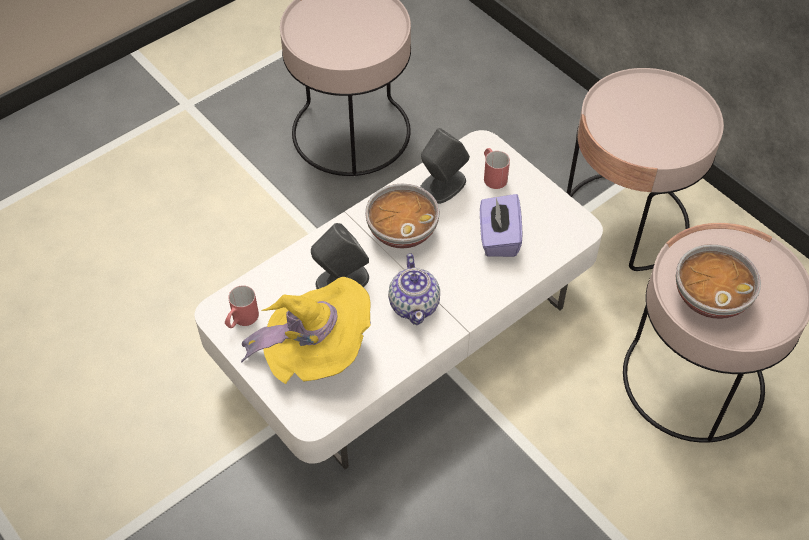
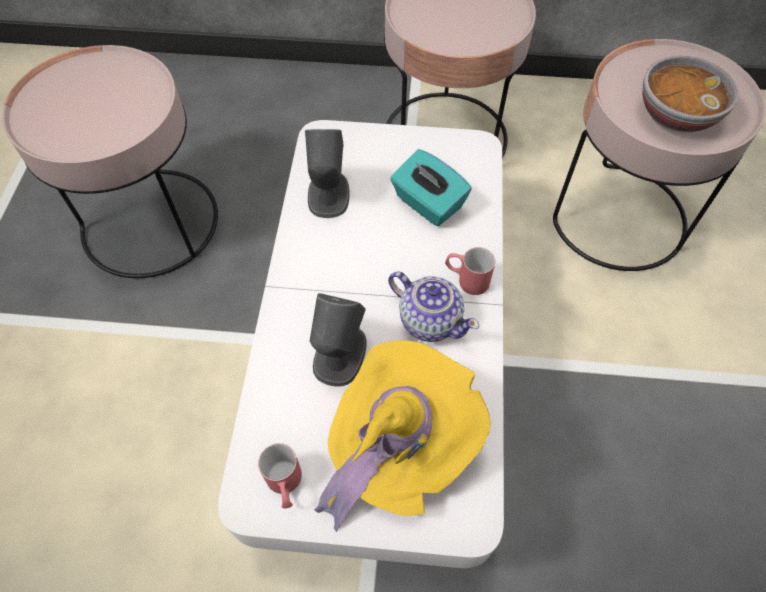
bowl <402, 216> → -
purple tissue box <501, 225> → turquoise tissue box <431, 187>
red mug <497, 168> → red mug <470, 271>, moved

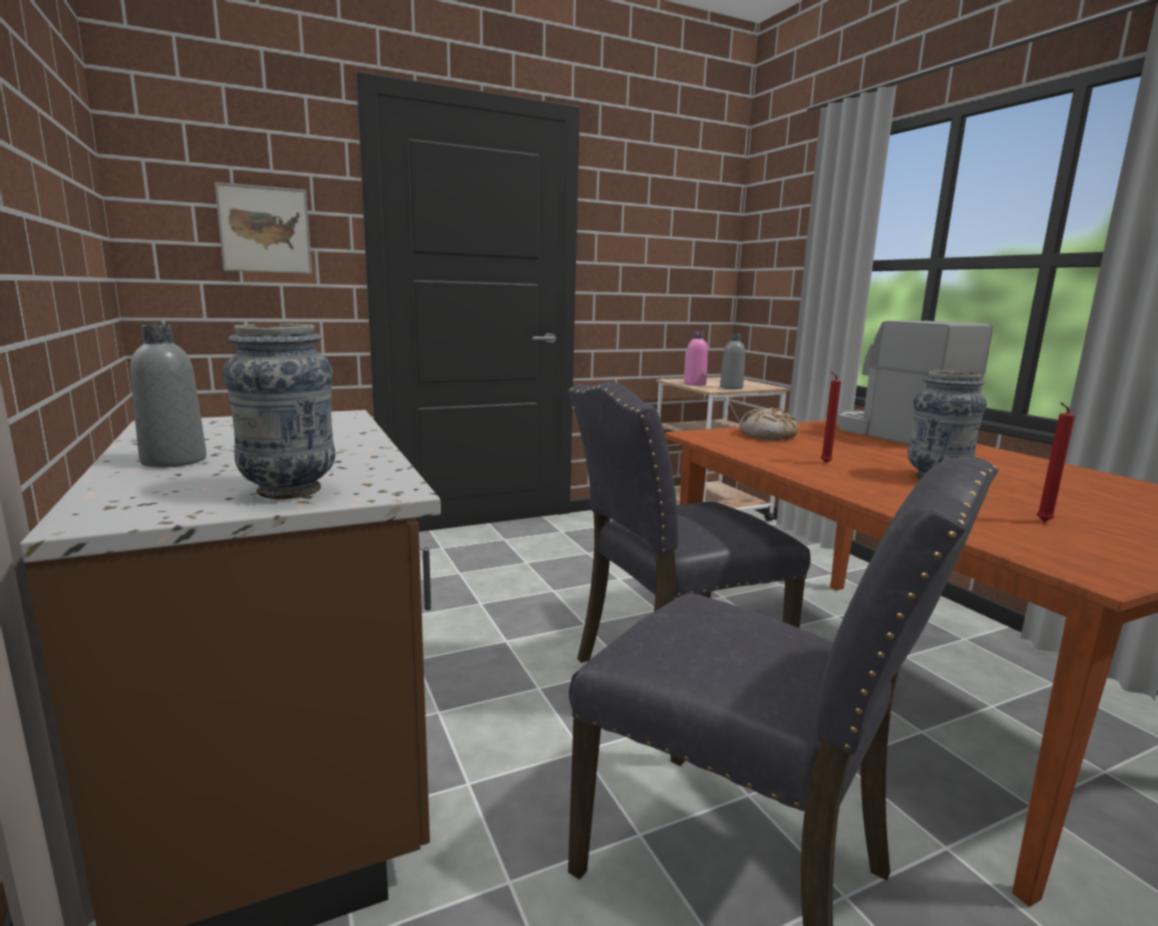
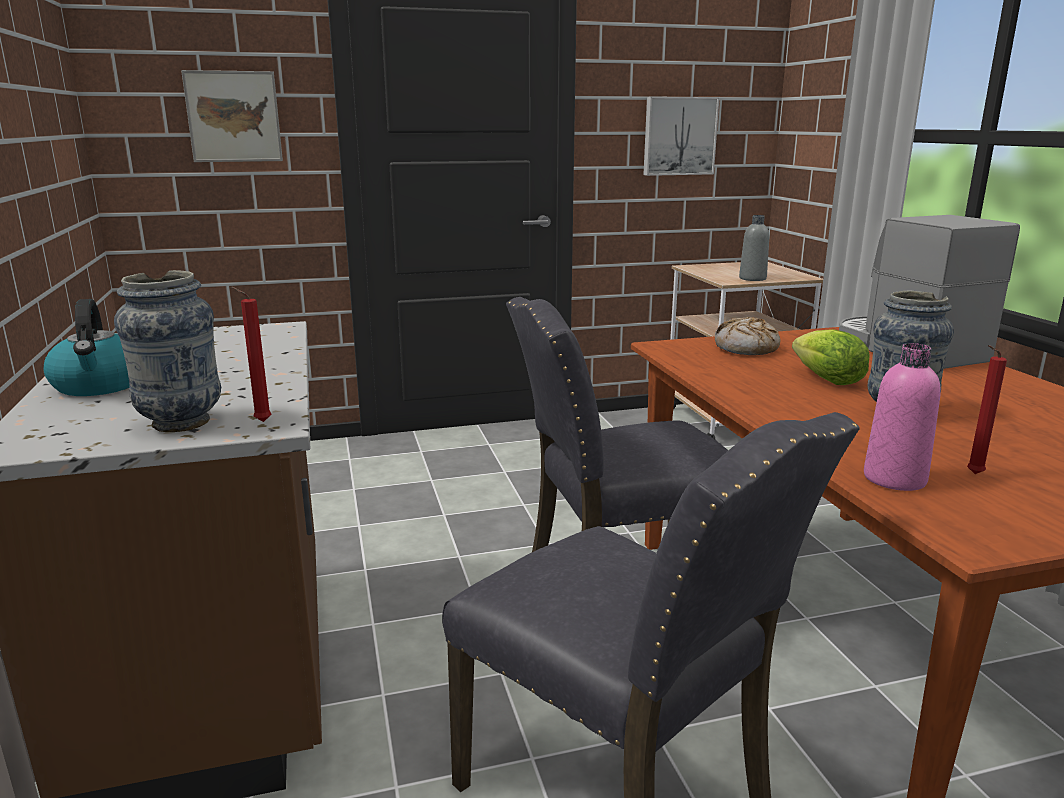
grey bottle <168, 396> → kettle <86, 347>
pink bottle <696, 359> → pink bottle <902, 417>, moved
red candle <831, 417> → red candle <251, 354>, moved
- → picture <681, 136>
- → lettuce <831, 357>

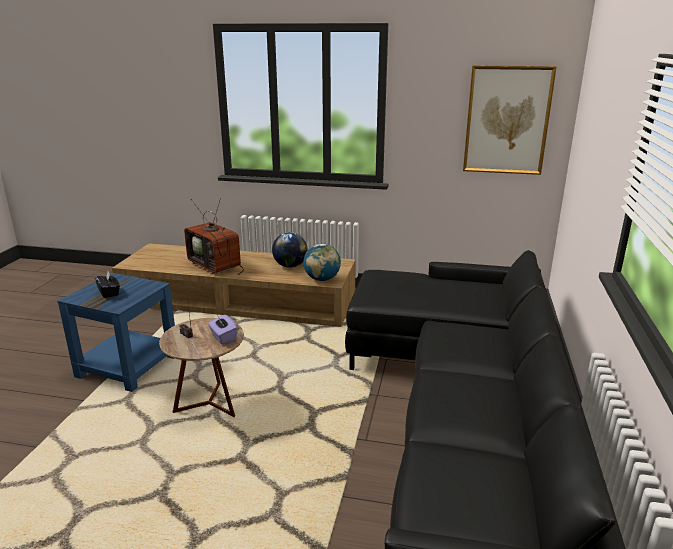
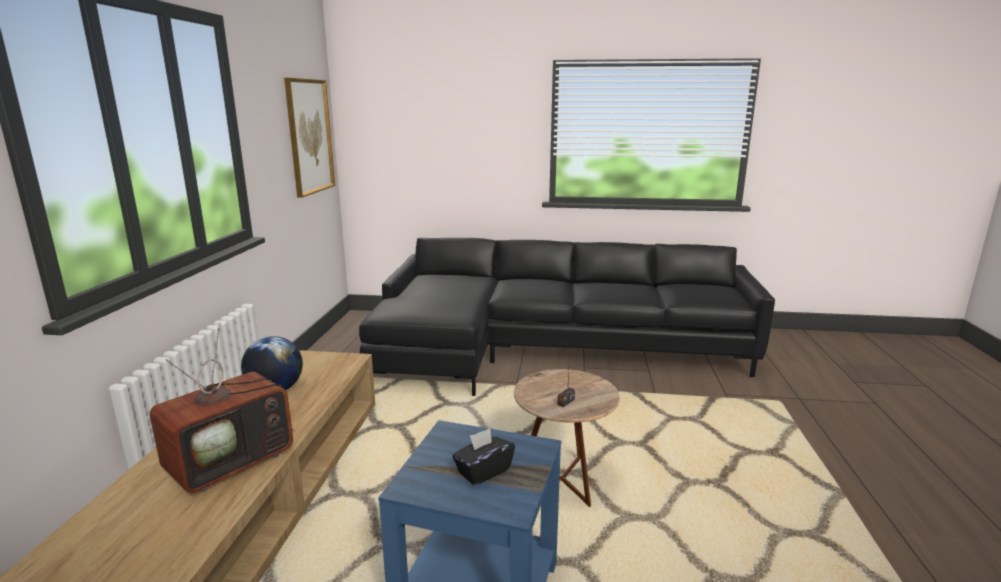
purple tissue box <223, 329> → -
globe <322, 262> → -

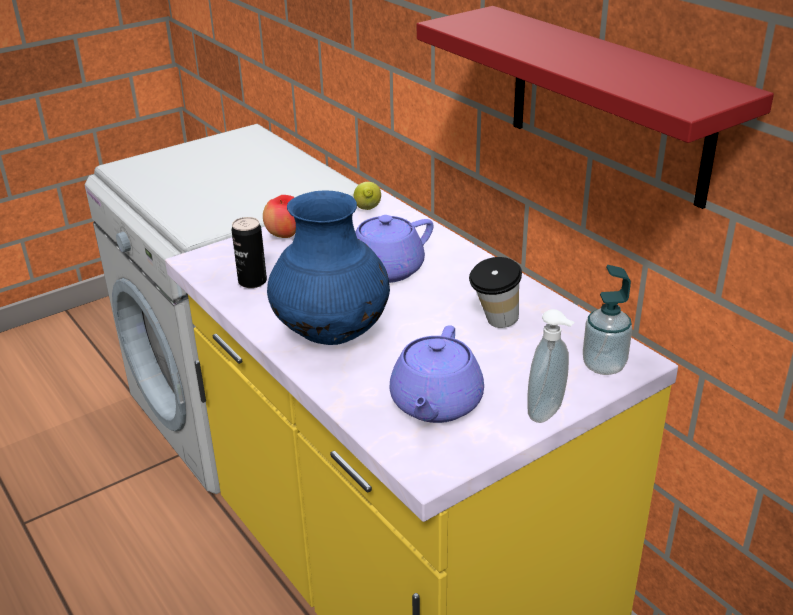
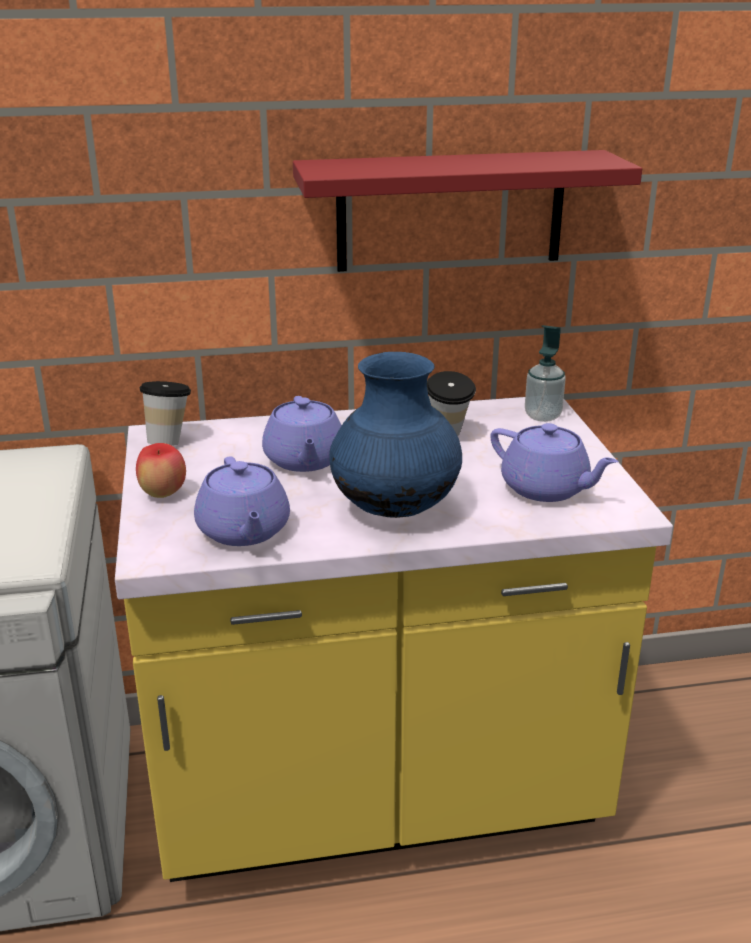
can <249, 252> → purple teapot <242, 501>
lemon <367, 196> → cup <165, 413>
soap dispenser <551, 366> → -

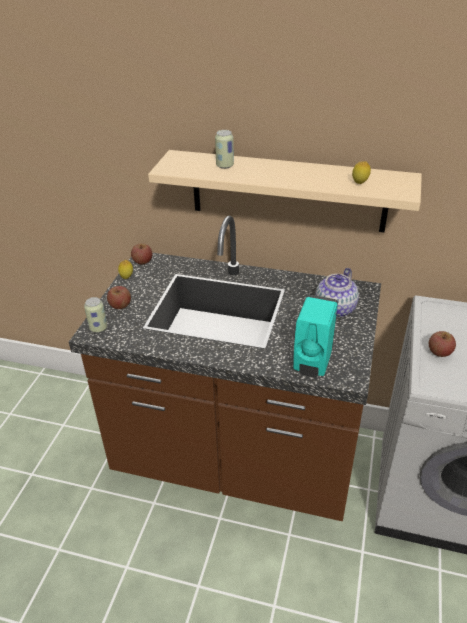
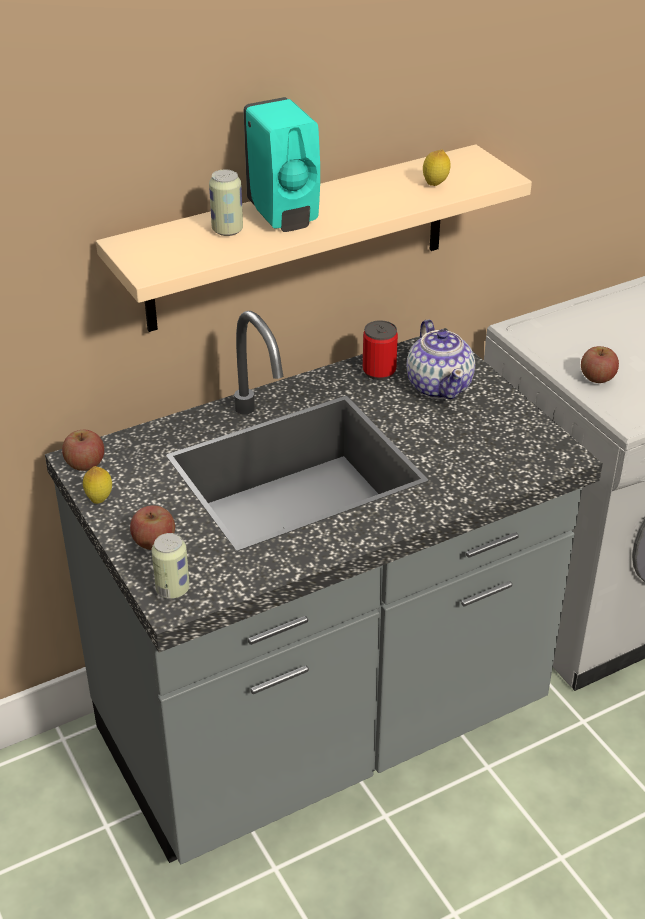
brown counter <225, 368> → grey counter <324, 587>
turquoise soap dispenser <315, 336> → turquoise soap dispenser <282, 164>, moved
- → can <380, 350>

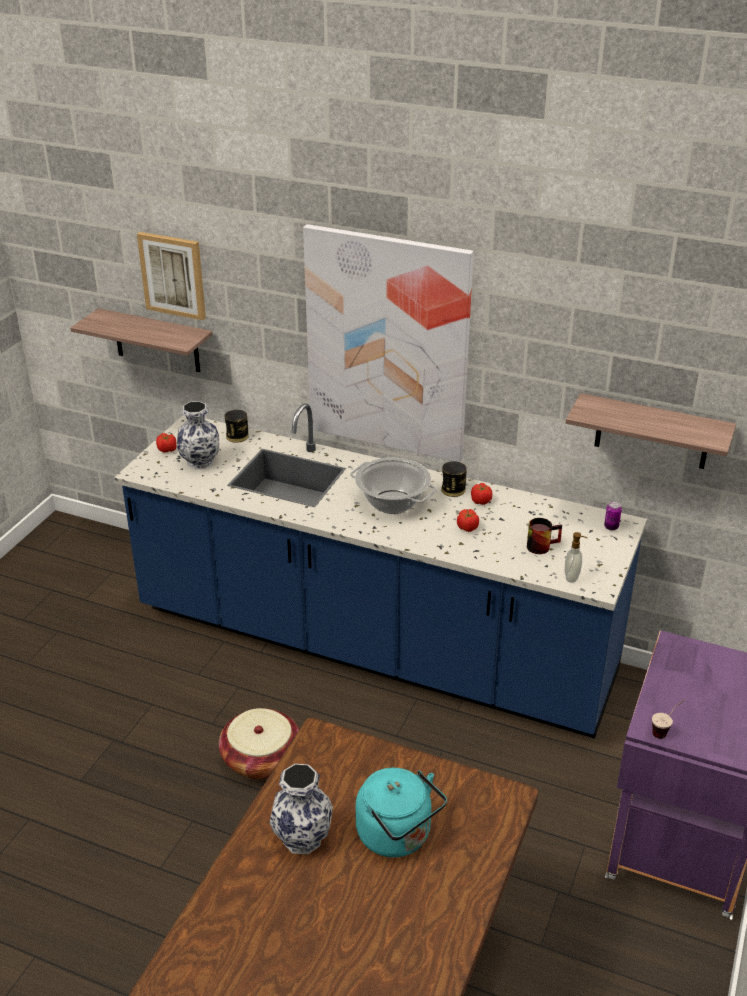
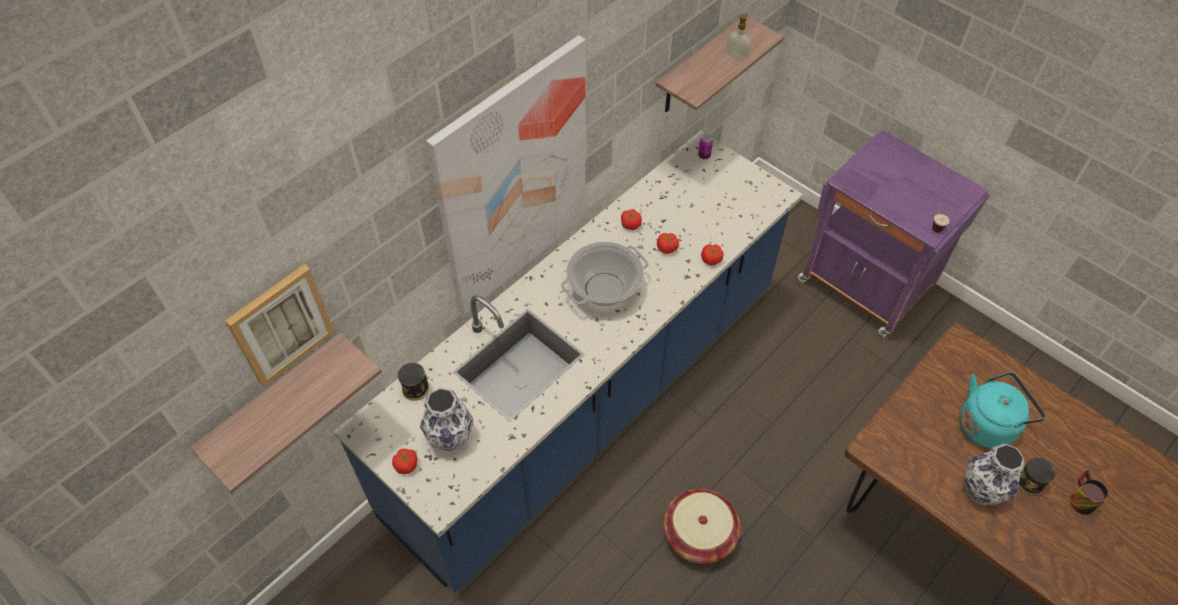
can <454, 479> → can <1036, 477>, moved
mug <544, 536> → mug <1089, 492>, moved
soap dispenser <576, 557> → soap dispenser <739, 37>, moved
- → tomato <712, 254>

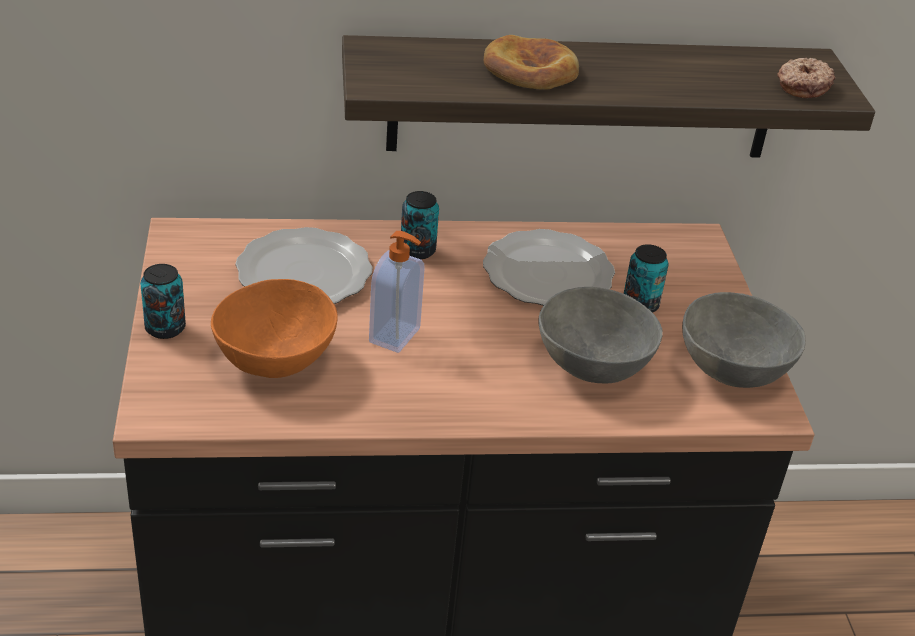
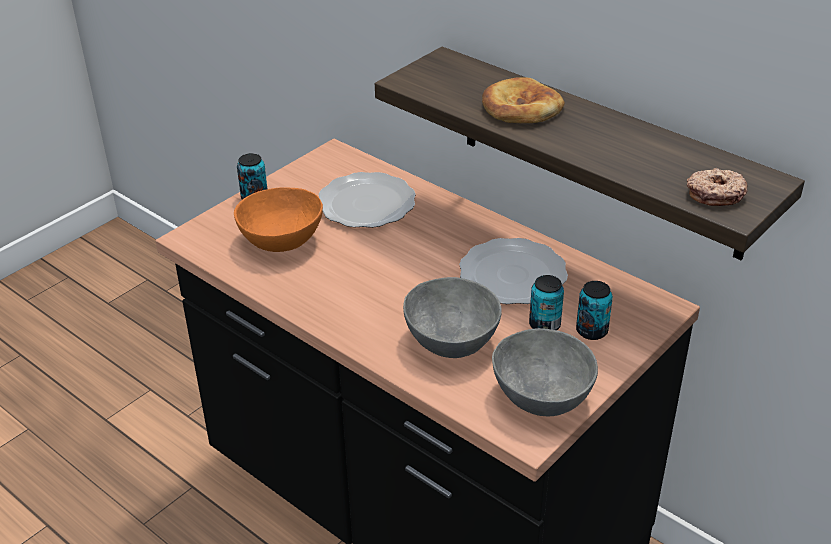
soap dispenser <397, 292> → -
can <420, 225> → can <594, 310>, moved

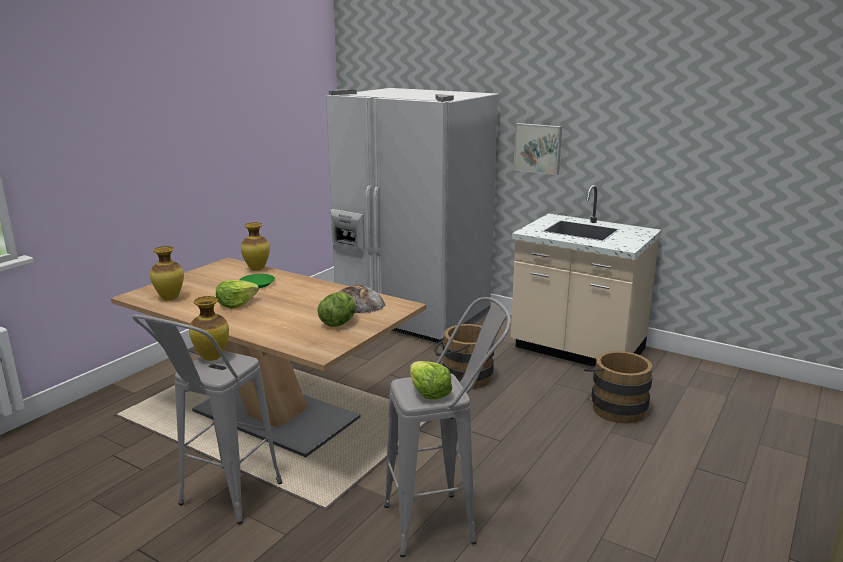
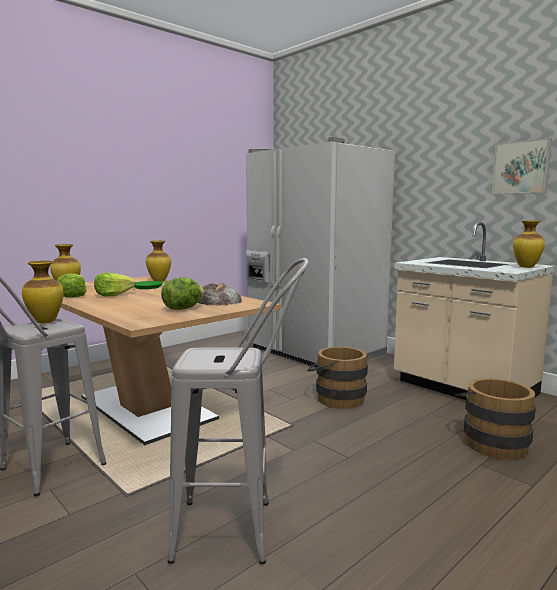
lettuce <431, 380> → lettuce <72, 285>, moved
picture <537, 149> → picture <522, 166>, moved
- → vase <529, 244>

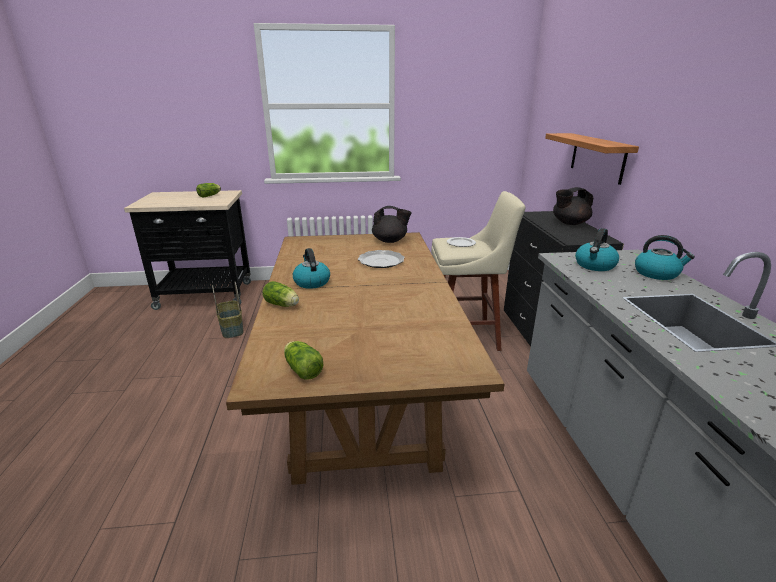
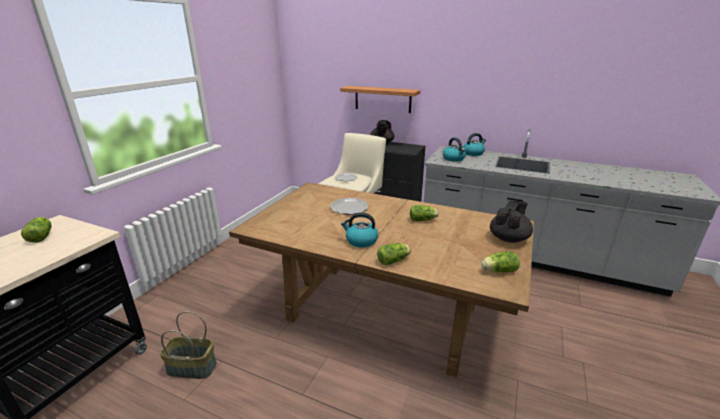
black teapot <392, 224> → black teapot <511, 222>, moved
- → lettuce <424, 213>

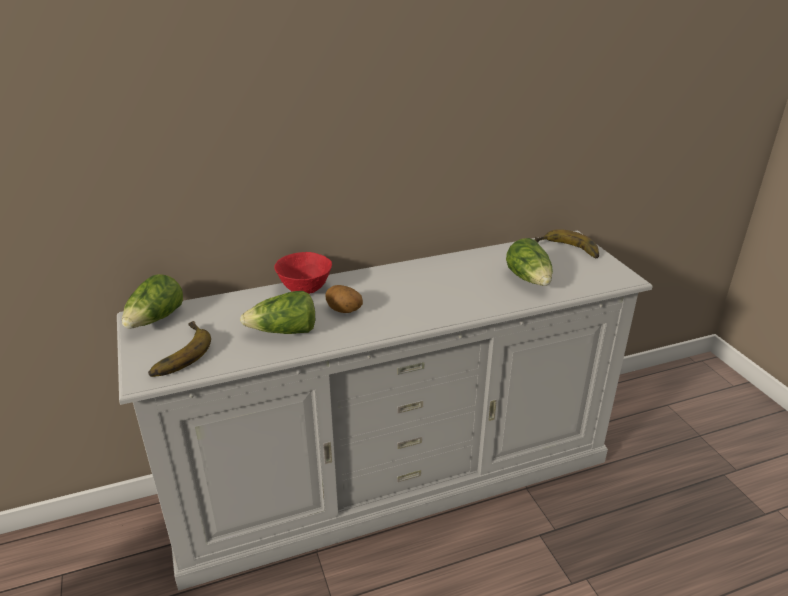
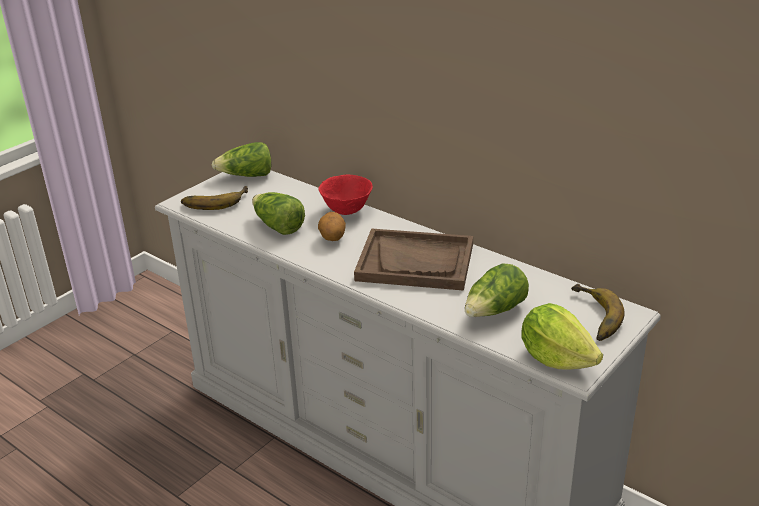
- → brown tray <413, 259>
- → lettuce <562, 336>

